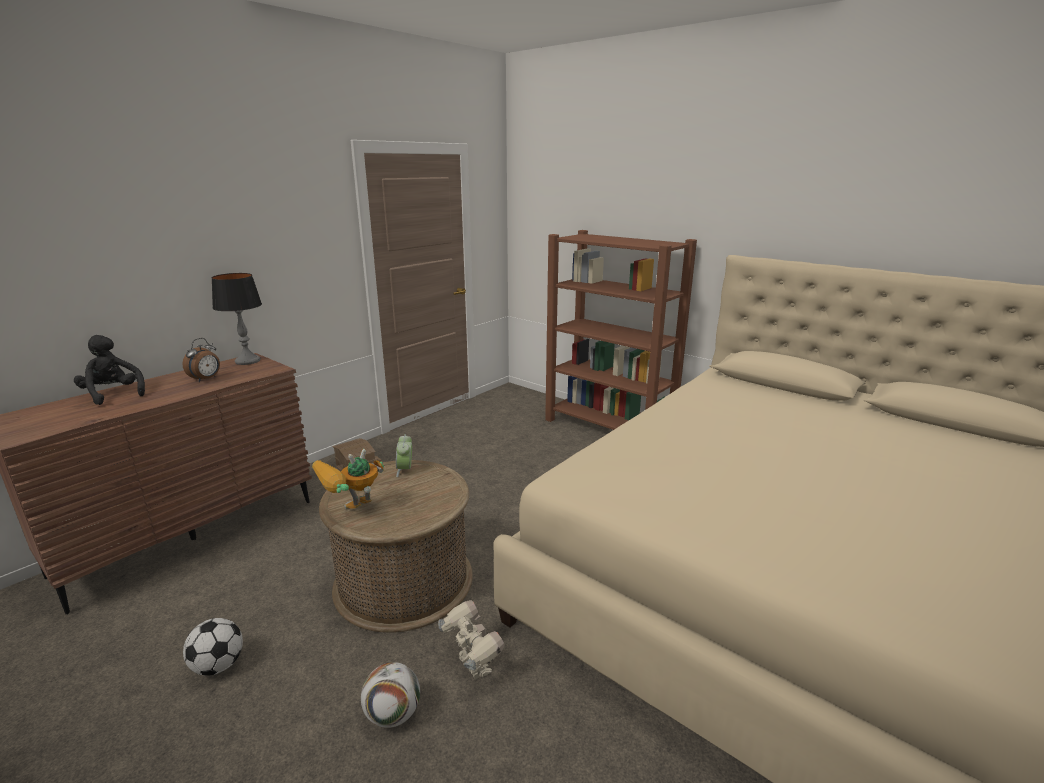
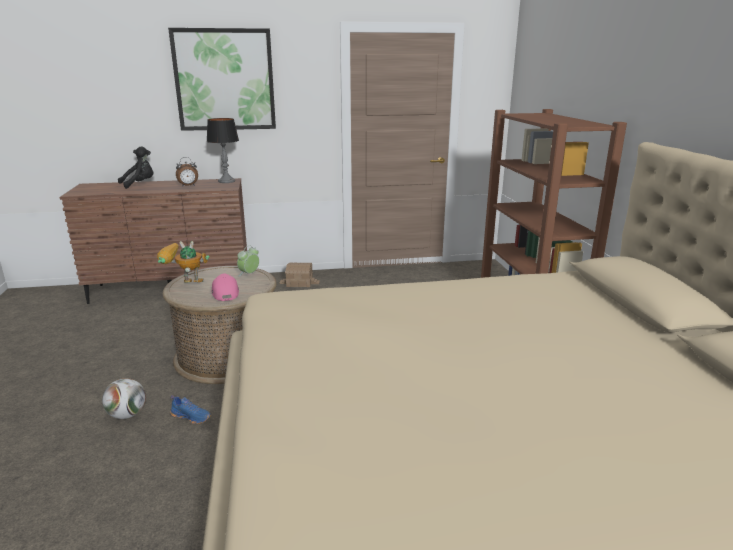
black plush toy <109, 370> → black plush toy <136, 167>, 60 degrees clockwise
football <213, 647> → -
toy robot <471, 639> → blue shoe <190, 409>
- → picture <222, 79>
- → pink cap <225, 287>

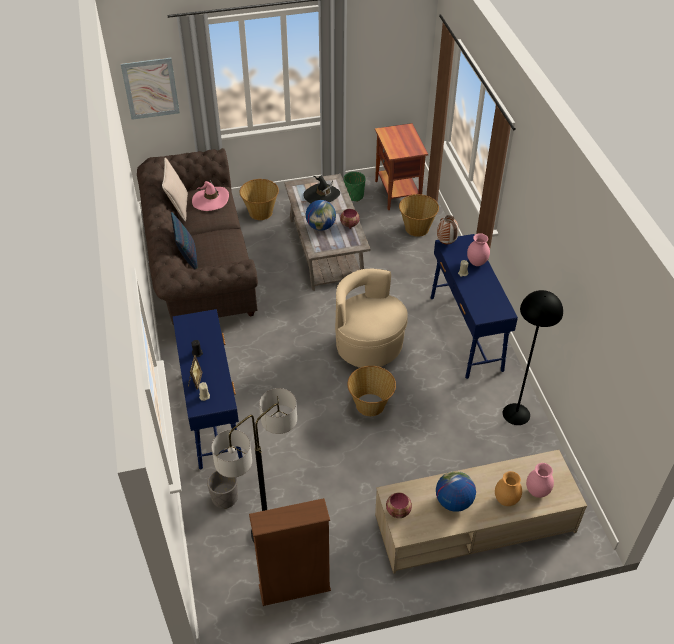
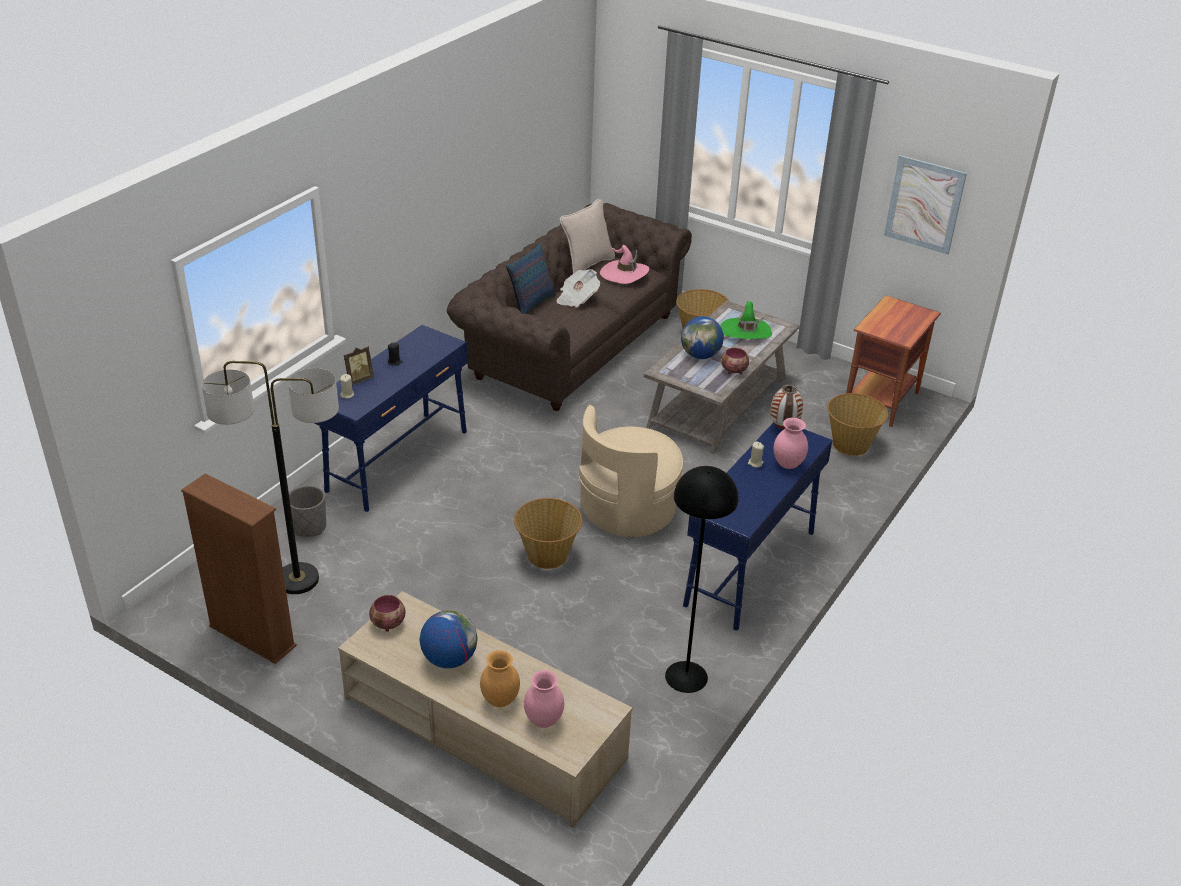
picture <150, 89> → picture <925, 204>, moved
black hat <321, 189> → green hat <746, 320>
beige armchair <371, 318> → beige armchair <631, 471>, 135 degrees counterclockwise
green planter <354, 187> → -
- → newspaper <578, 288>

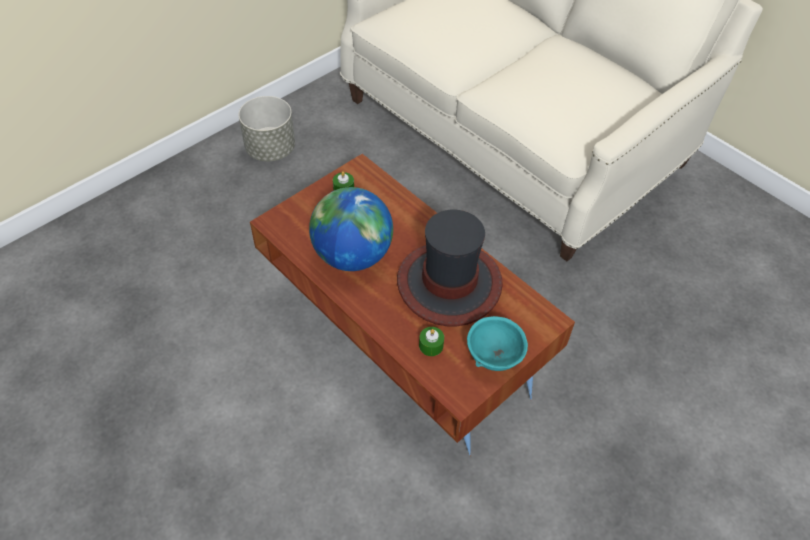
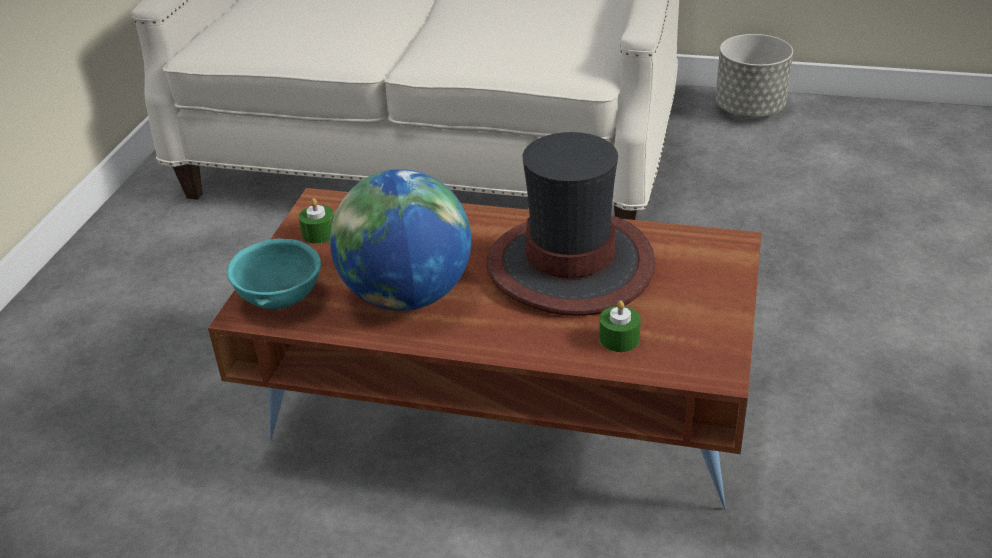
grey planter <266, 128> → grey planter <754, 75>, moved
turquoise bowl <497, 343> → turquoise bowl <274, 273>, moved

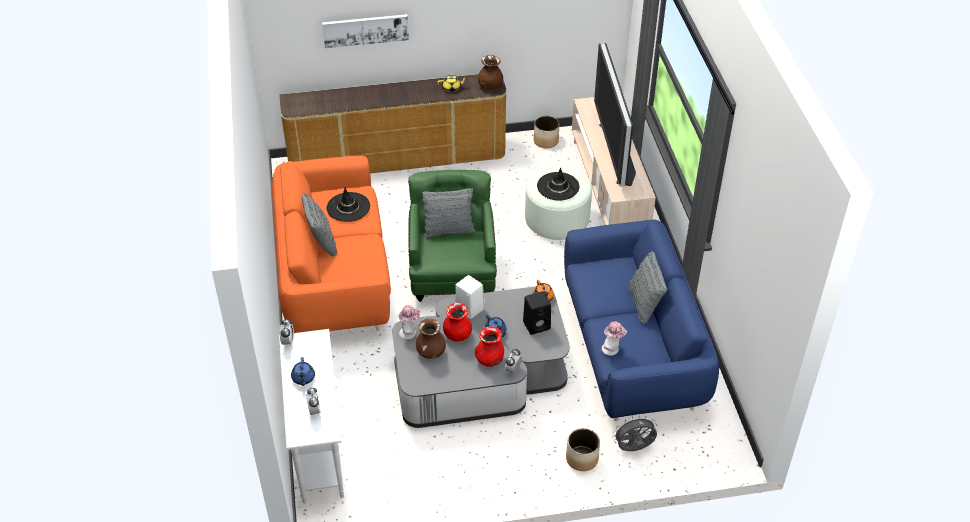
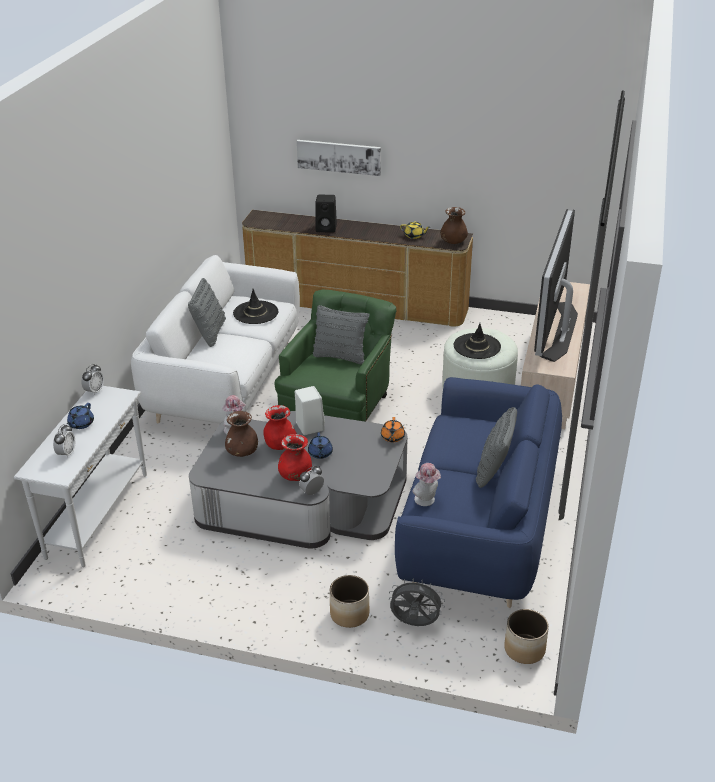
orange sofa <331, 244> → white sofa <215, 339>
black speaker <537, 313> → black speaker <326, 214>, moved
planter <546, 132> → planter <526, 636>, moved

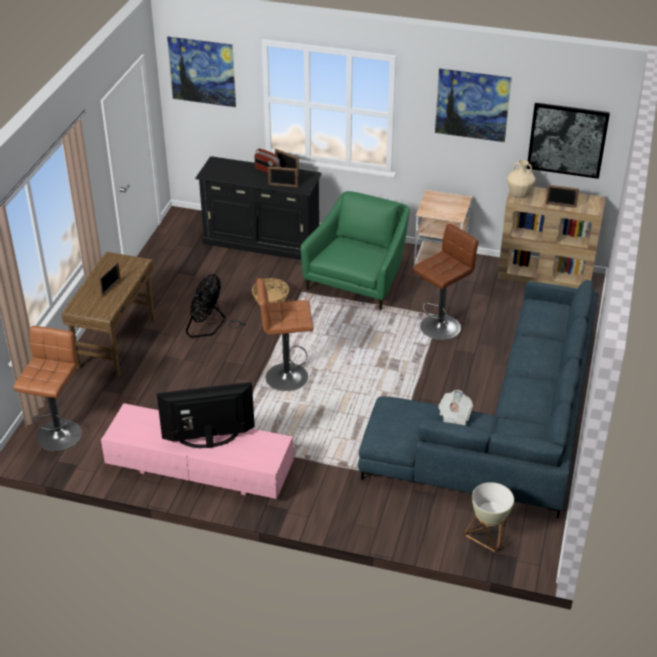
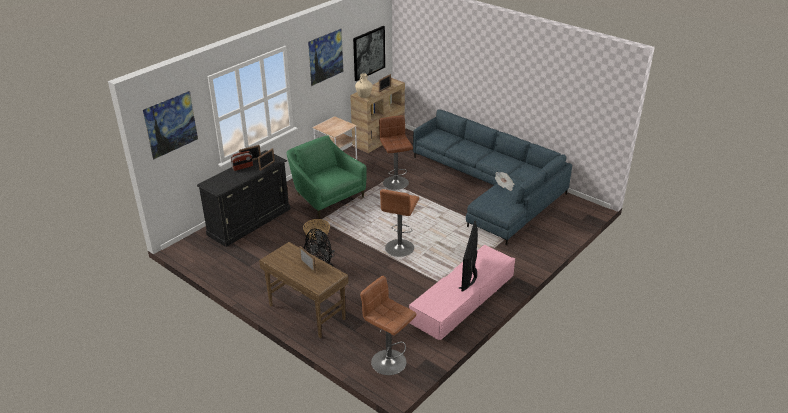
planter <489, 517> → -

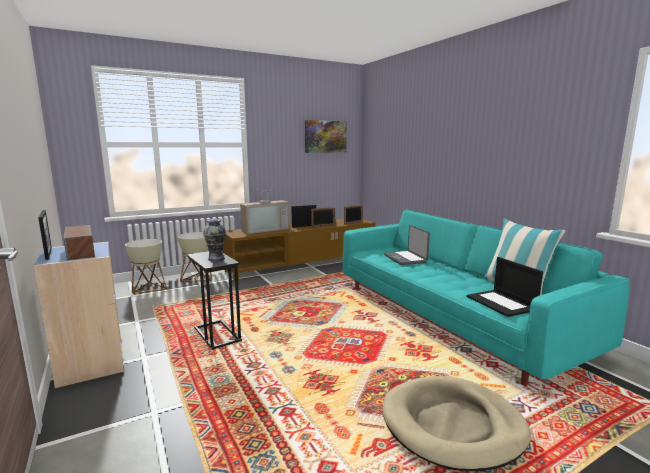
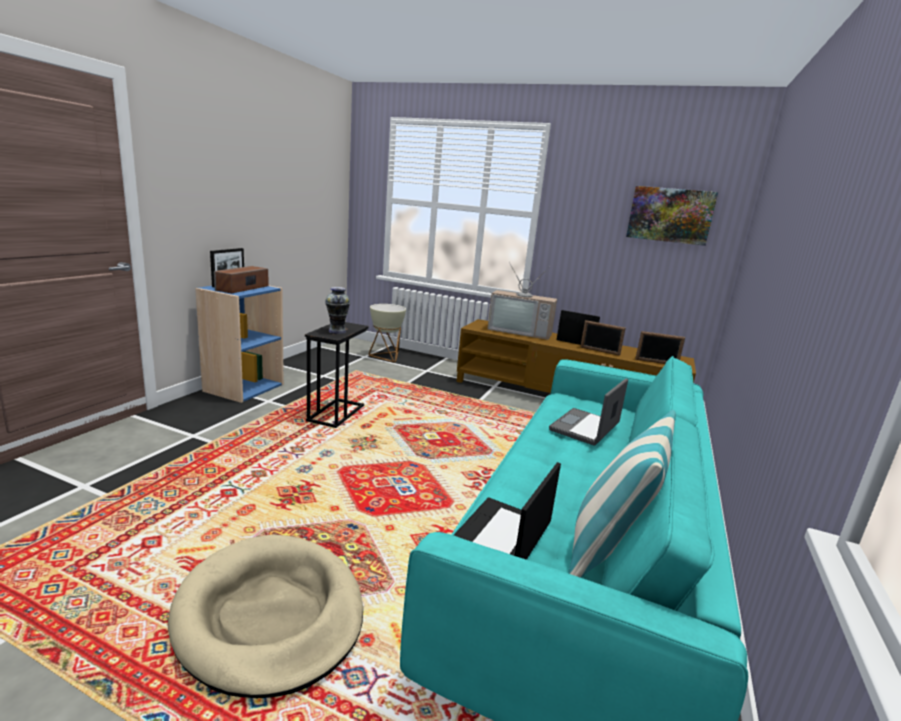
planter <195, 257> → -

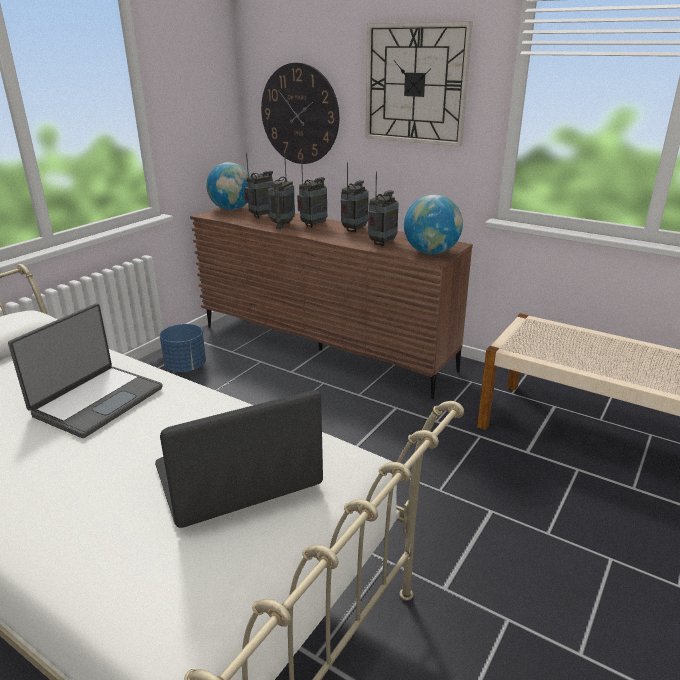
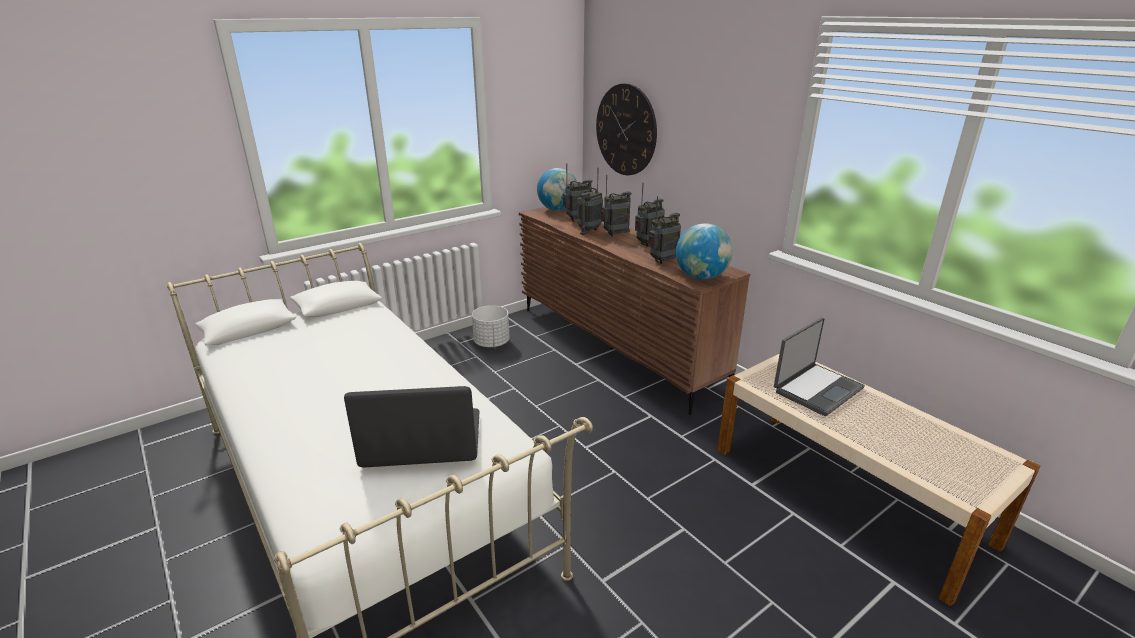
laptop <85, 370> → laptop <819, 366>, moved
blue planter <183, 348> → white planter <491, 326>
wall clock <419, 84> → -

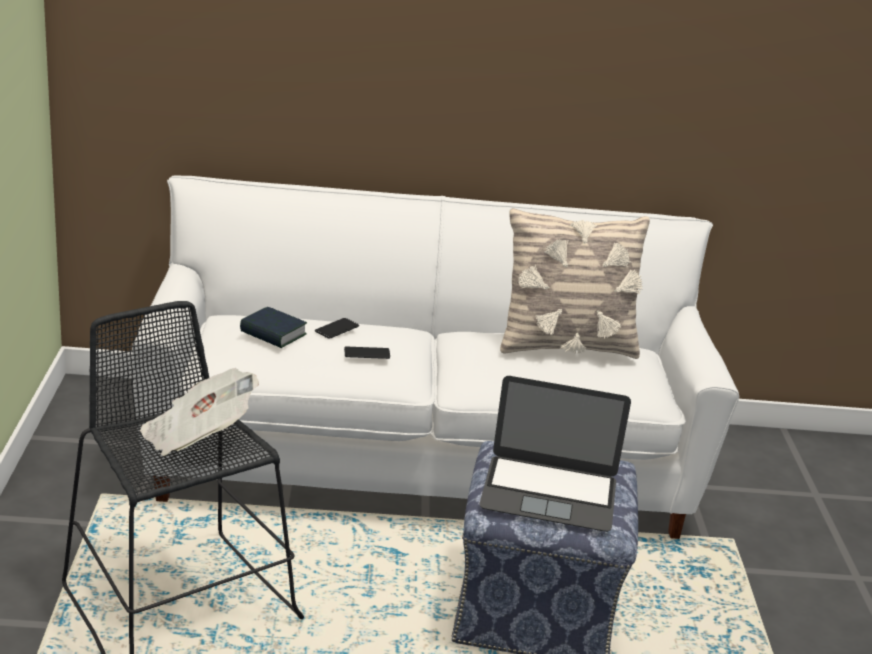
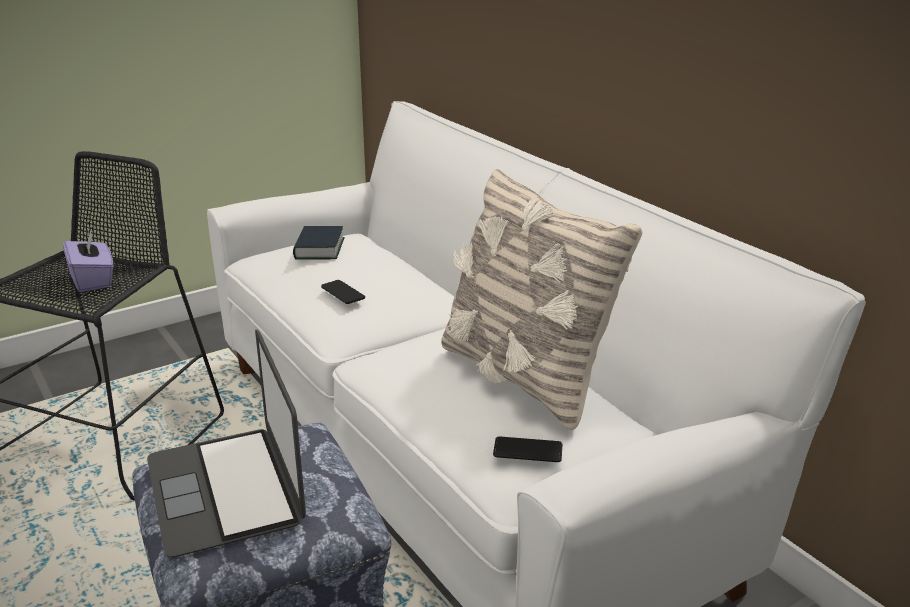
newspaper <199, 412> → purple tissue box <88, 261>
phone <337, 328> → phone <527, 449>, moved

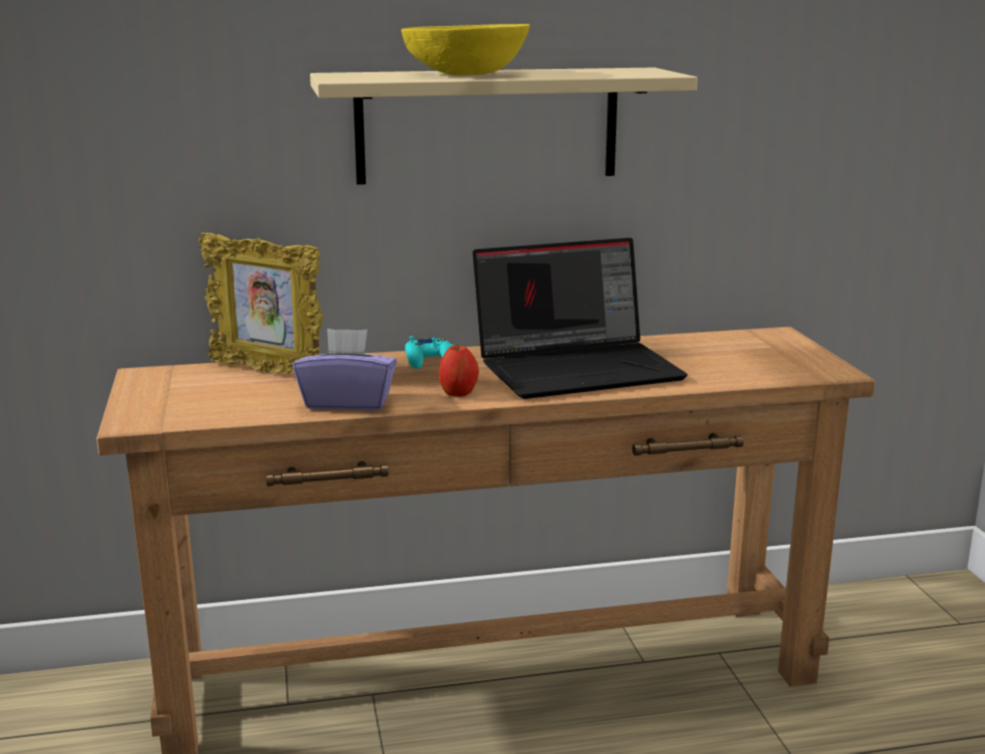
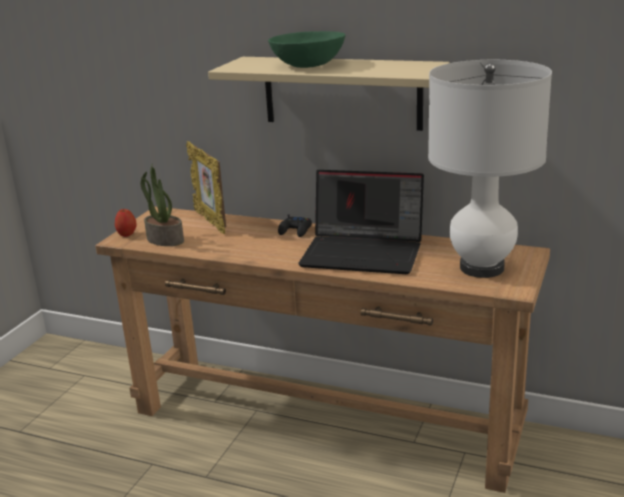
purple tissue box <345, 369> → -
yellow bowl <465, 49> → green bowl <306, 49>
turquoise game controller <429, 352> → black game controller <295, 225>
apple <459, 370> → apple <126, 223>, moved
- → potted plant <162, 205>
- → white table lamp <490, 169>

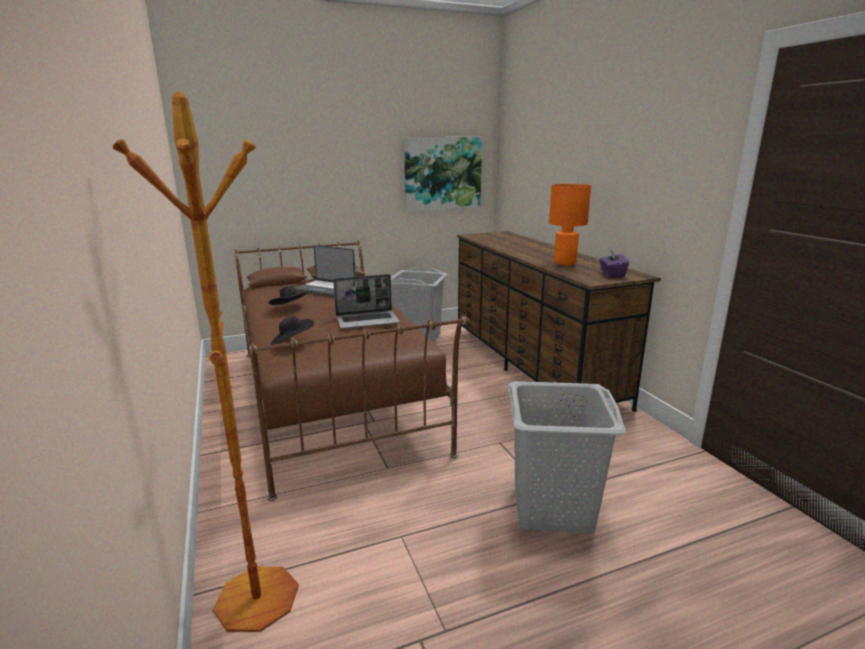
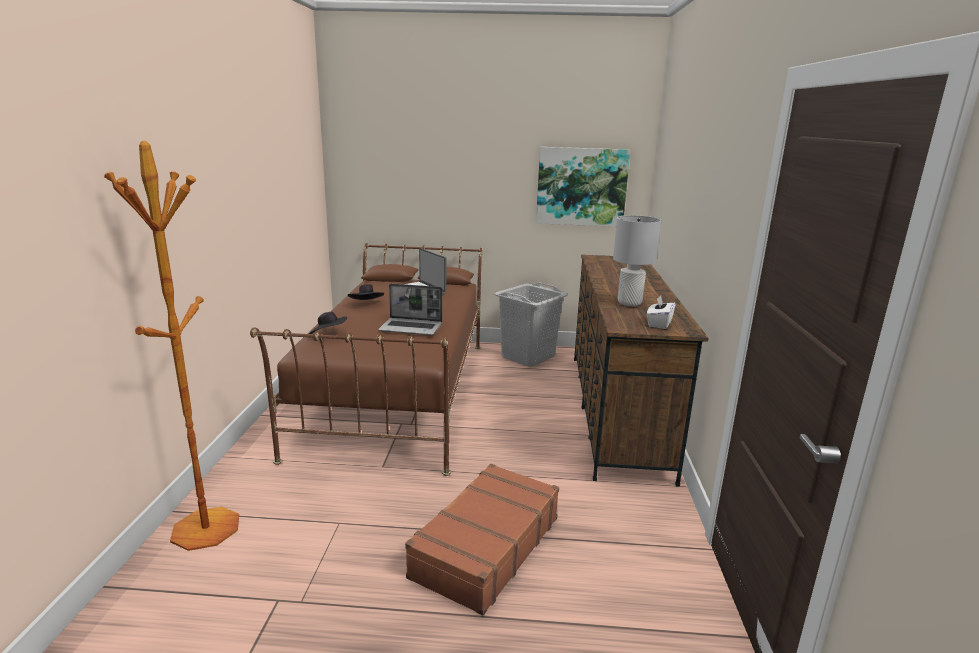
grey laundry basket <567, 457> → brown suitcase <482, 539>
orange table lamp <570, 225> → grey table lamp <637, 260>
purple tissue box <614, 263> → white tissue box <661, 312>

